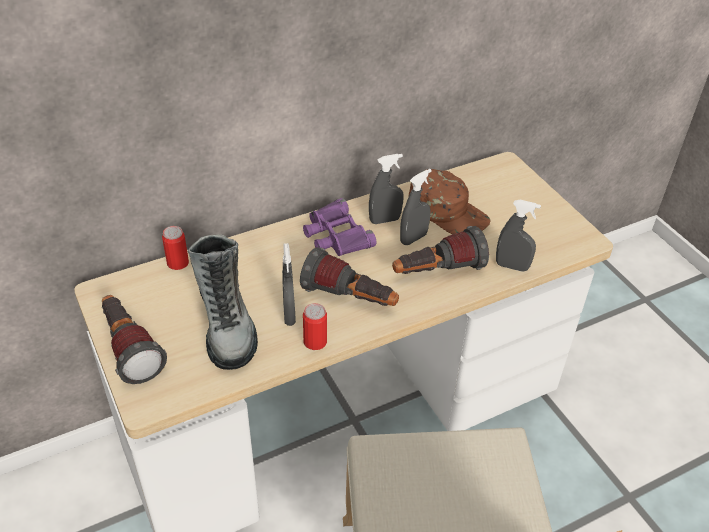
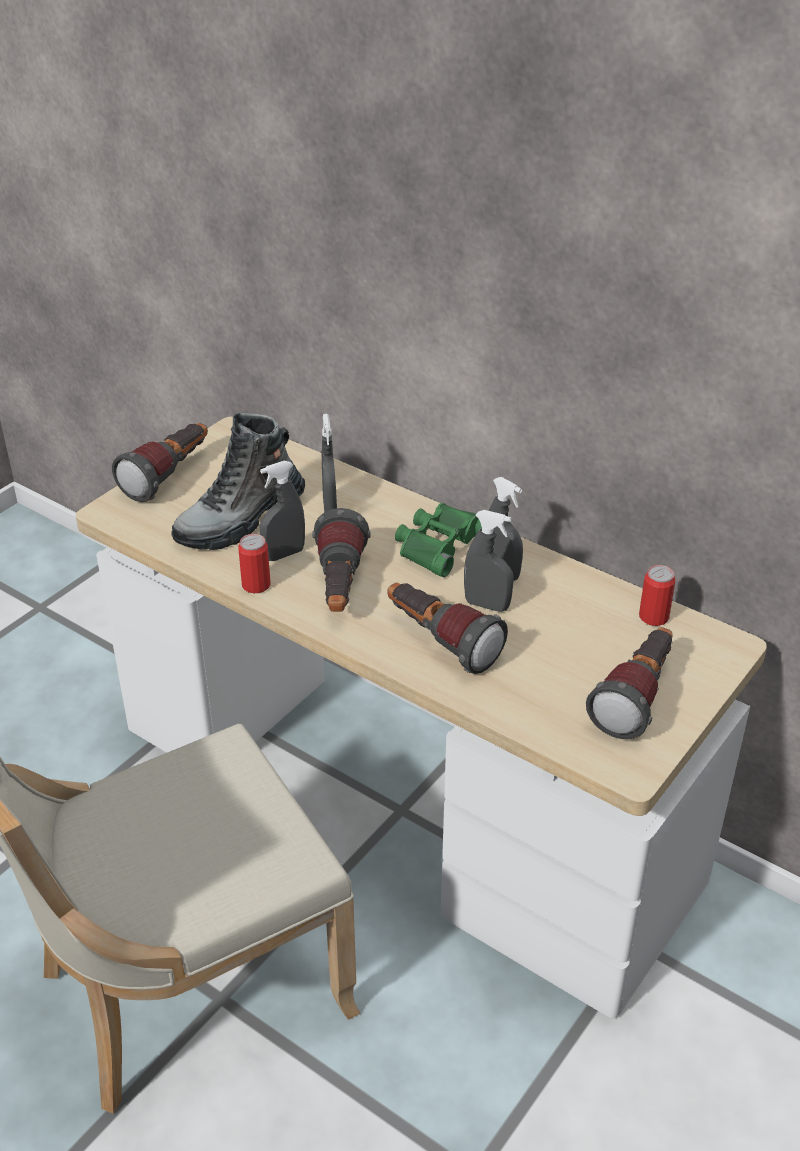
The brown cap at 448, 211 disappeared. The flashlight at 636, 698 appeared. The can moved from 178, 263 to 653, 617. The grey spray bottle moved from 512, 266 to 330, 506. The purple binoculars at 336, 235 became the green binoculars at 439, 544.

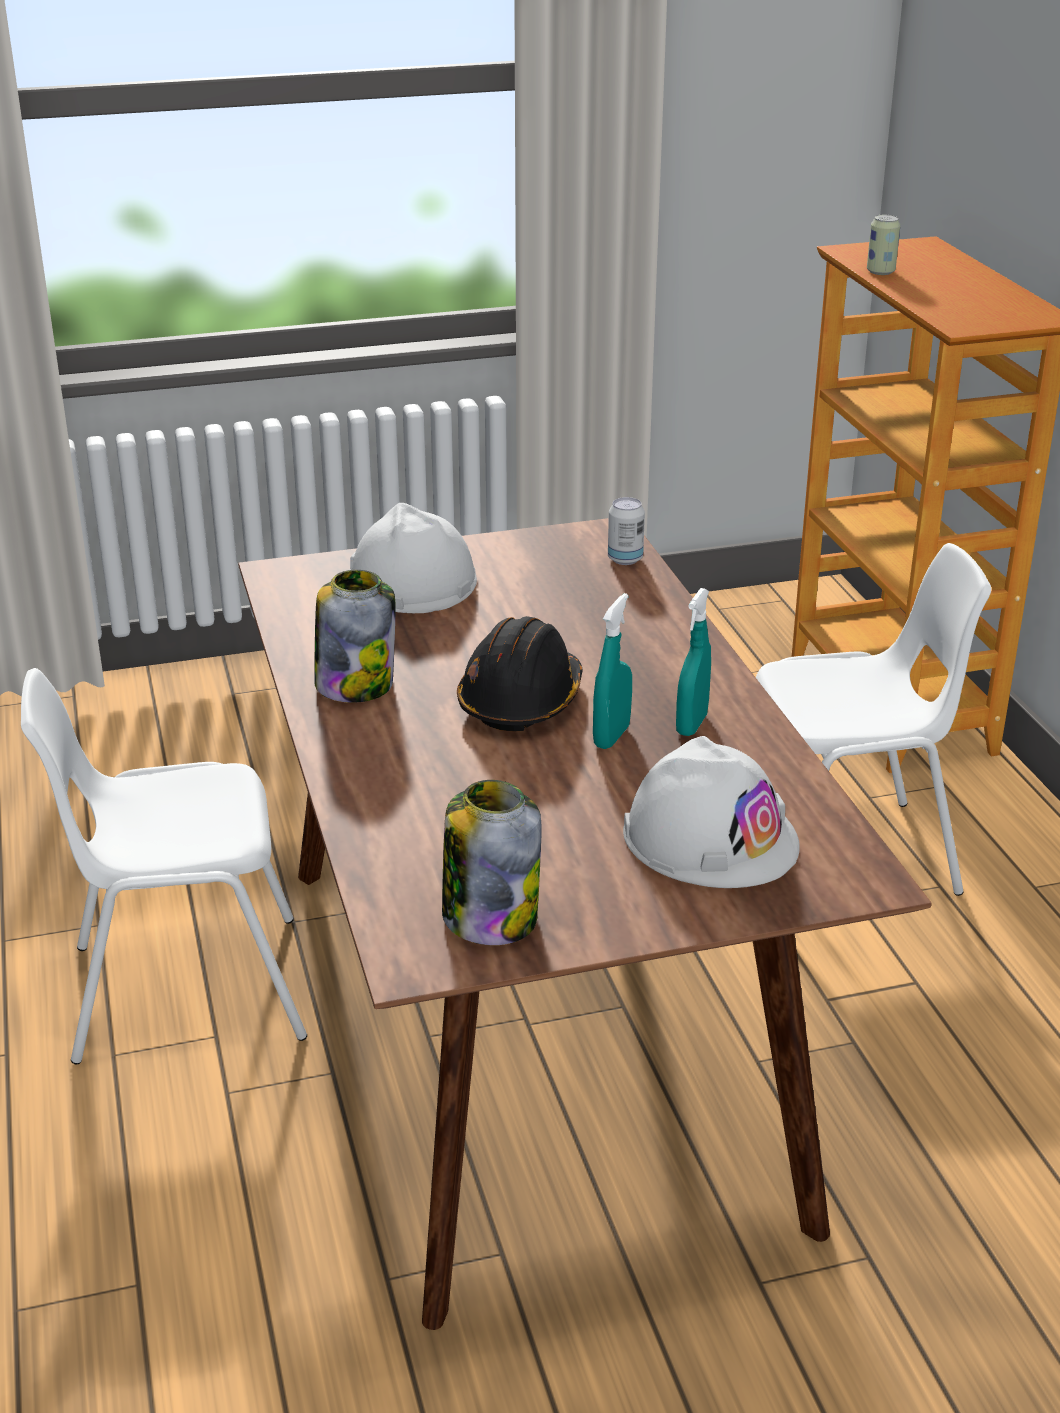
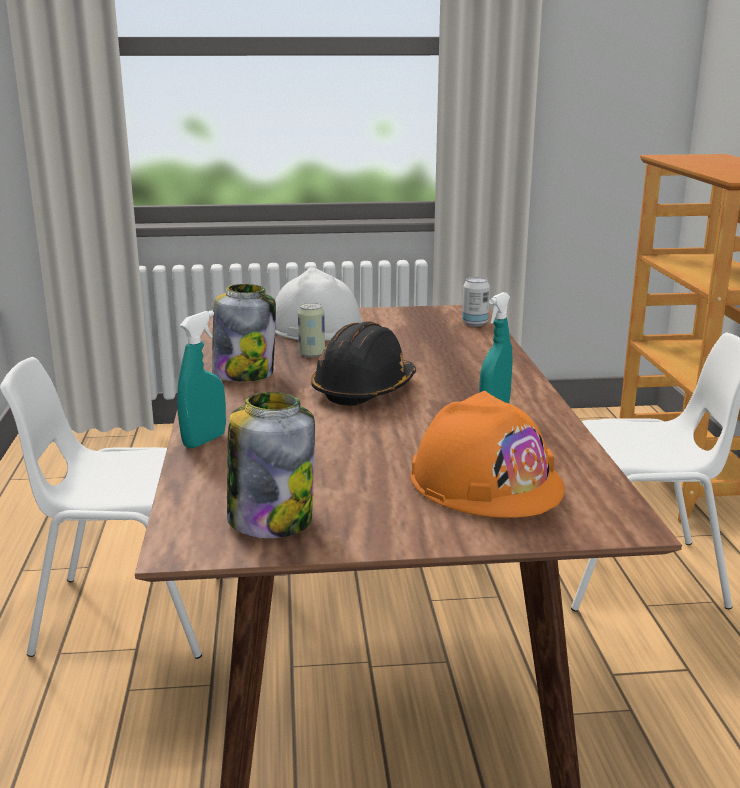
The turquoise spray bottle moved from 611, 736 to 204, 441. The can moved from 880, 272 to 312, 354. The white hard hat at 710, 837 became the orange hard hat at 486, 481.

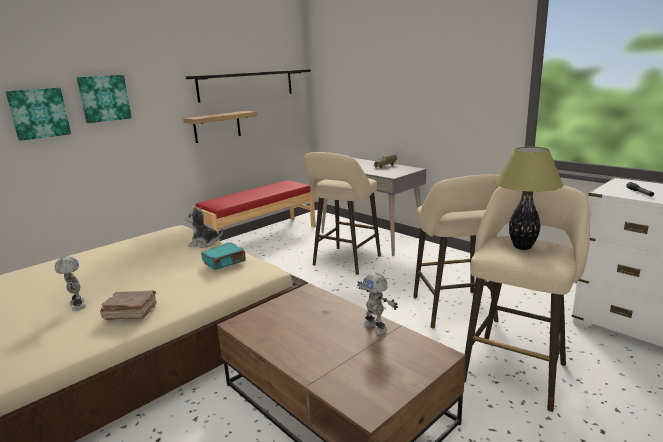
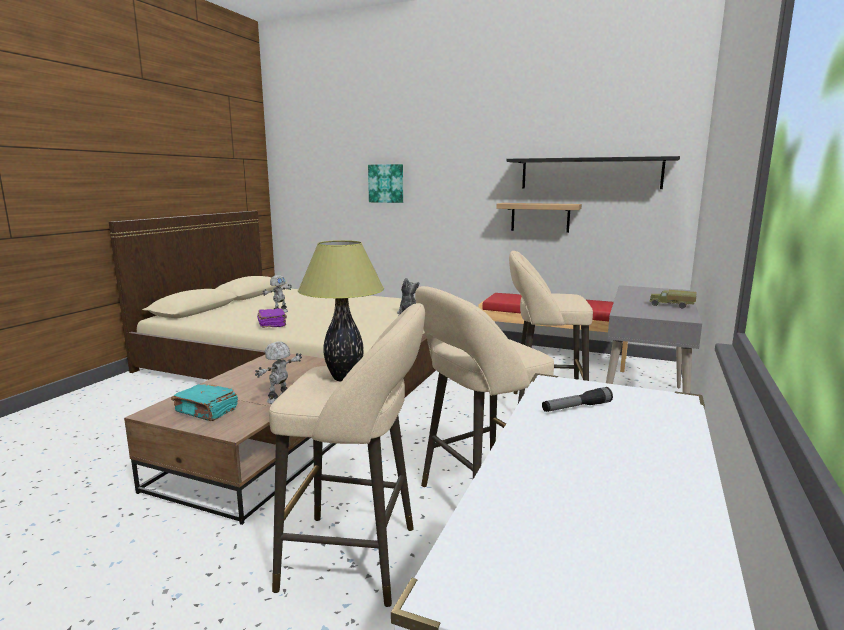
The picture at 104, 98 disappeared. The turquoise book moved from 225, 263 to 207, 411. The brown book at 130, 313 became the purple book at 272, 324.

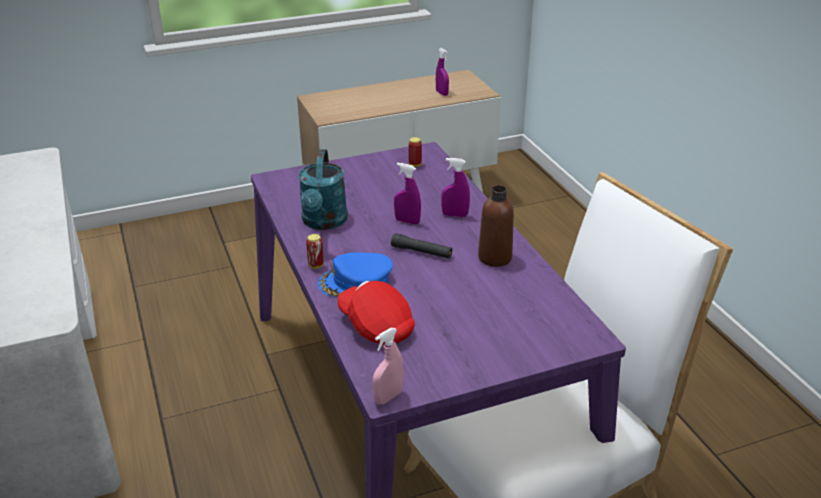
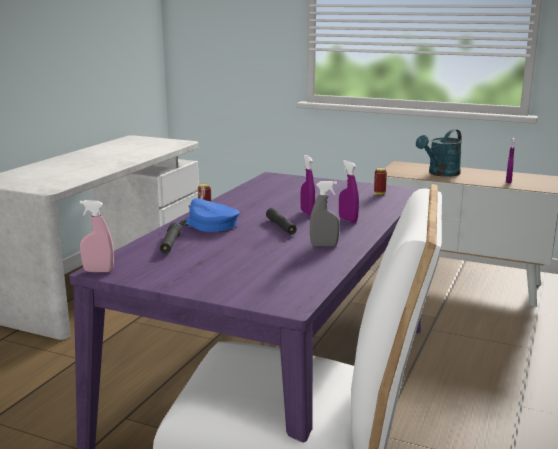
The turquoise watering can moved from 323, 222 to 440, 174. The red cap at 376, 326 was replaced by the black flashlight at 170, 244. The brown bottle at 495, 257 was replaced by the grey spray bottle at 324, 245.

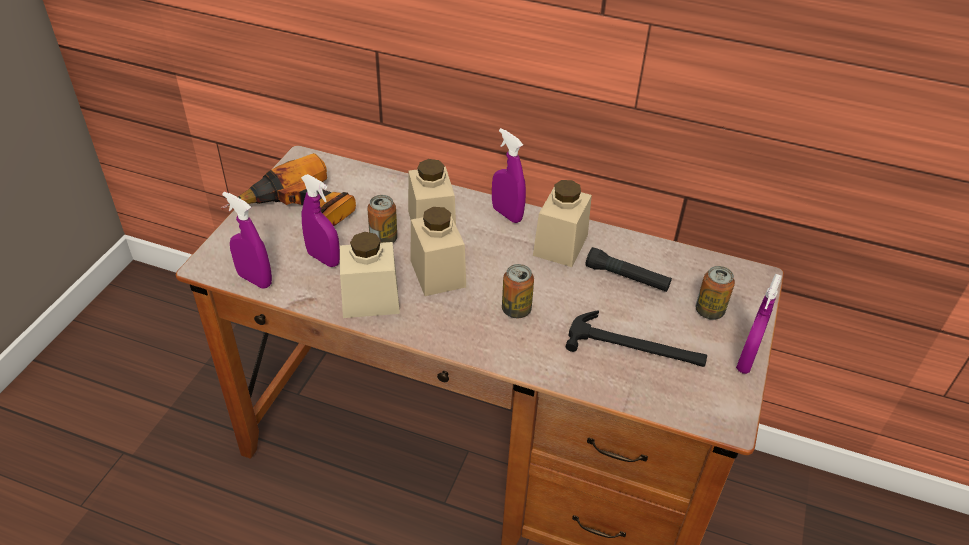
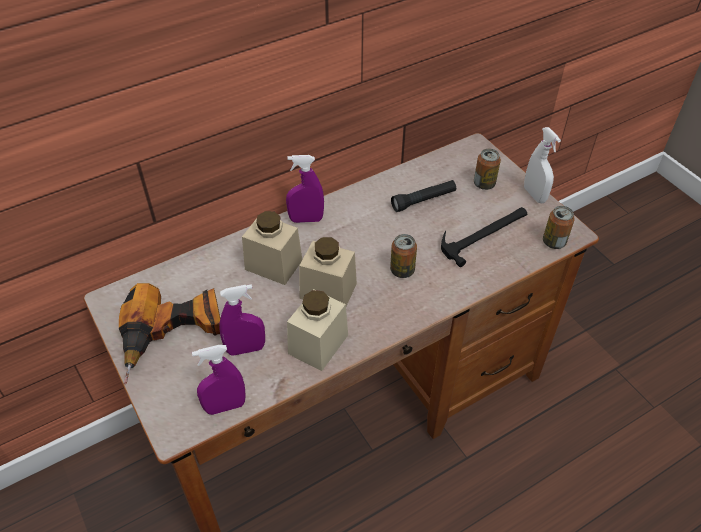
The beige jar at 560, 245 disappeared. The can moved from 383, 239 to 554, 242. The purple spray bottle at 746, 360 became the white spray bottle at 534, 195.

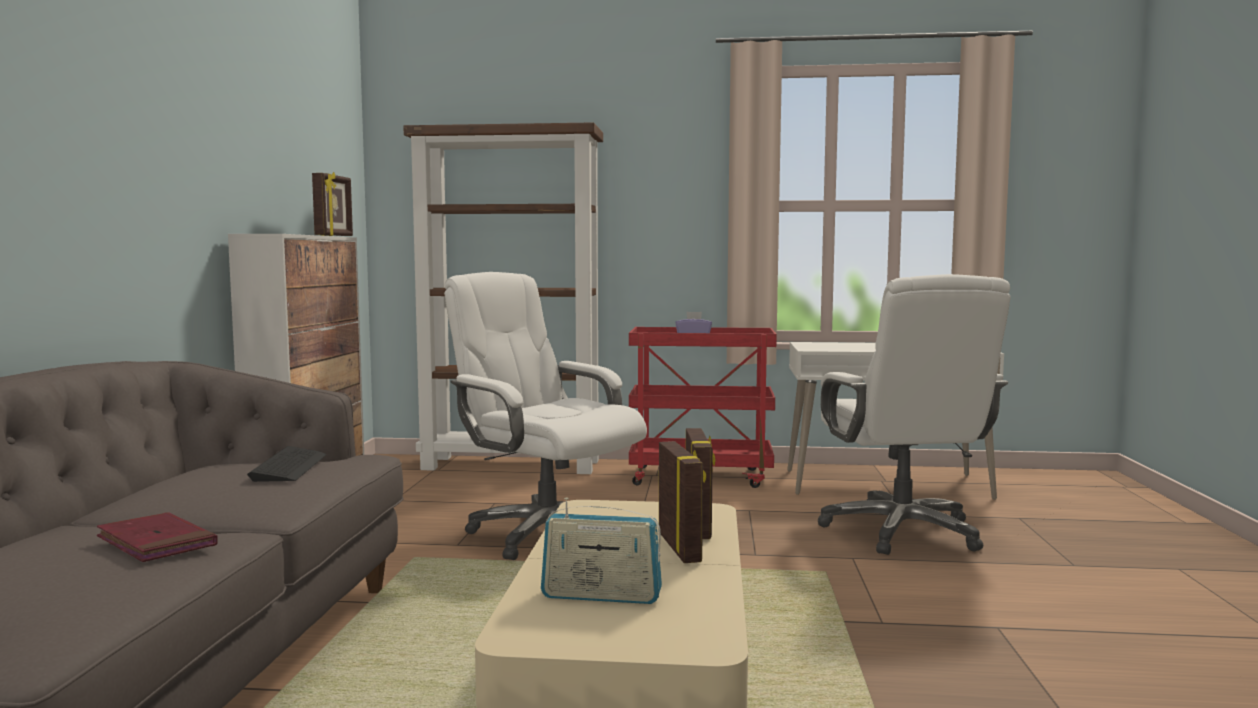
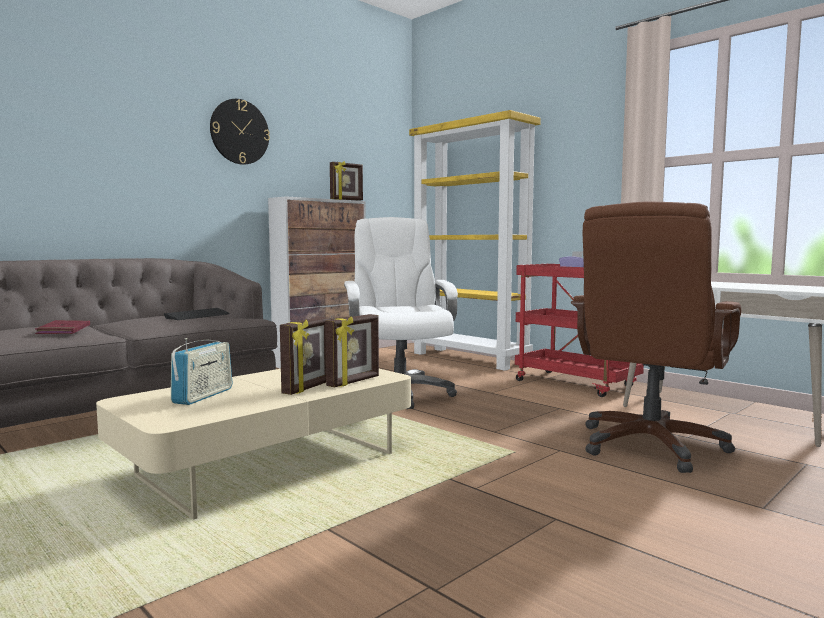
The wall clock at 239, 132 appeared. The brown bookcase at 513, 465 became the yellow bookcase at 470, 358. The white office chair at 902, 531 became the brown office chair at 650, 446. The radio at 601, 596 turned 120 degrees counterclockwise.

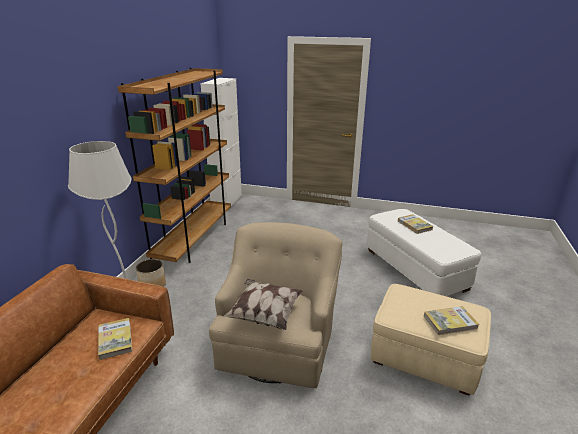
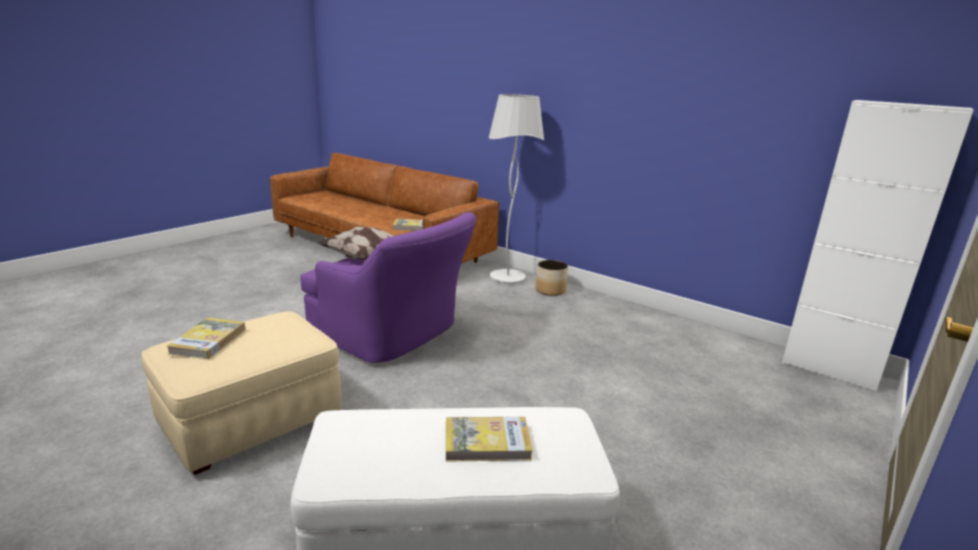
The brown bookcase at 194, 239 disappeared. The beige armchair at 278, 341 became the purple armchair at 394, 335.

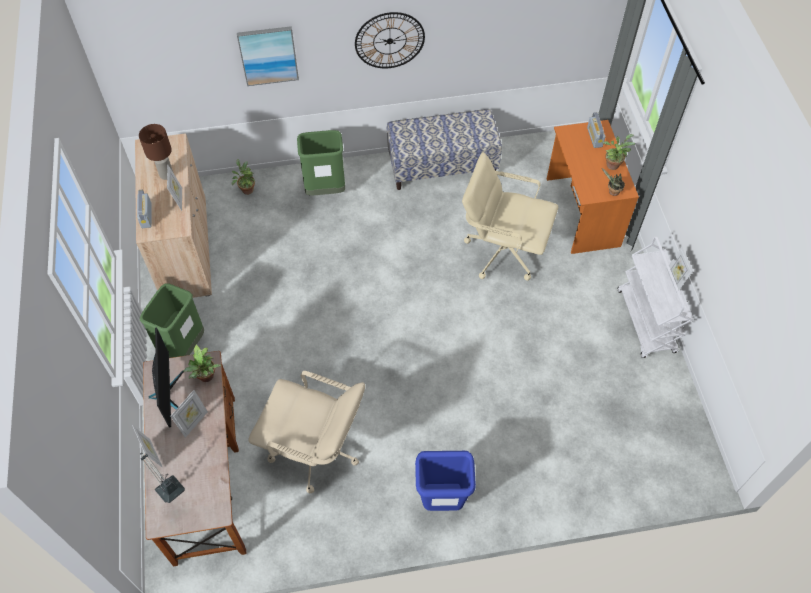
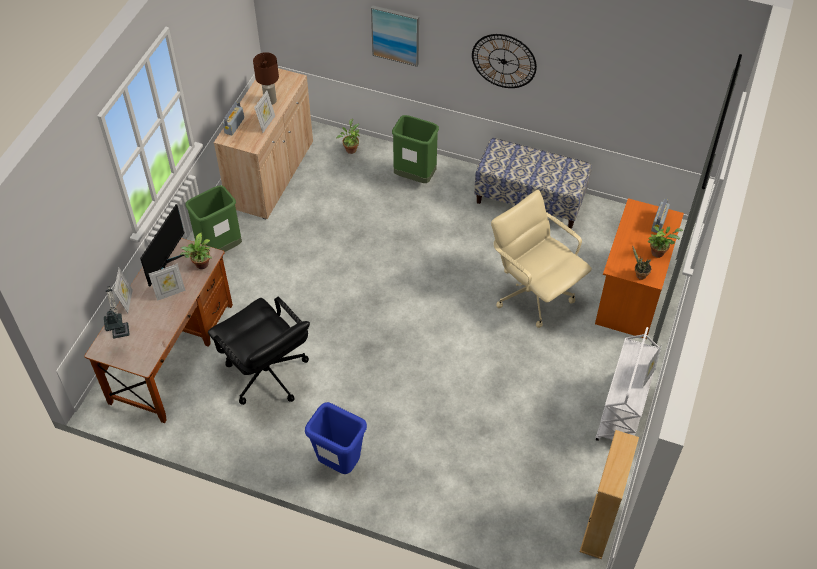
The beige bookcase at 599, 526 appeared. The beige office chair at 315, 450 became the black office chair at 267, 375.

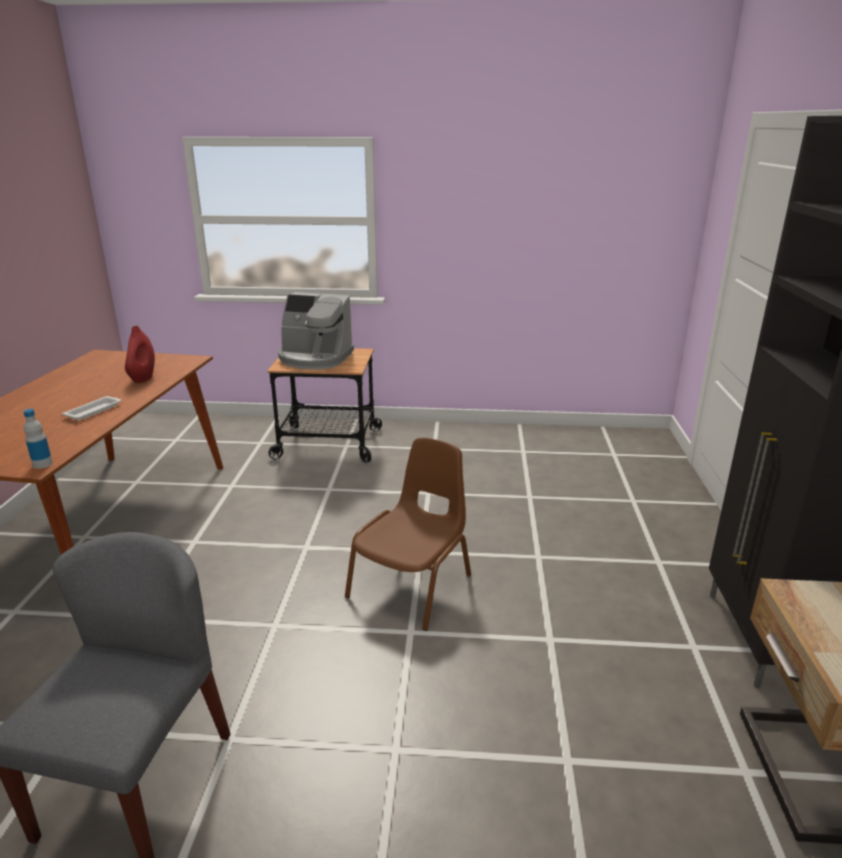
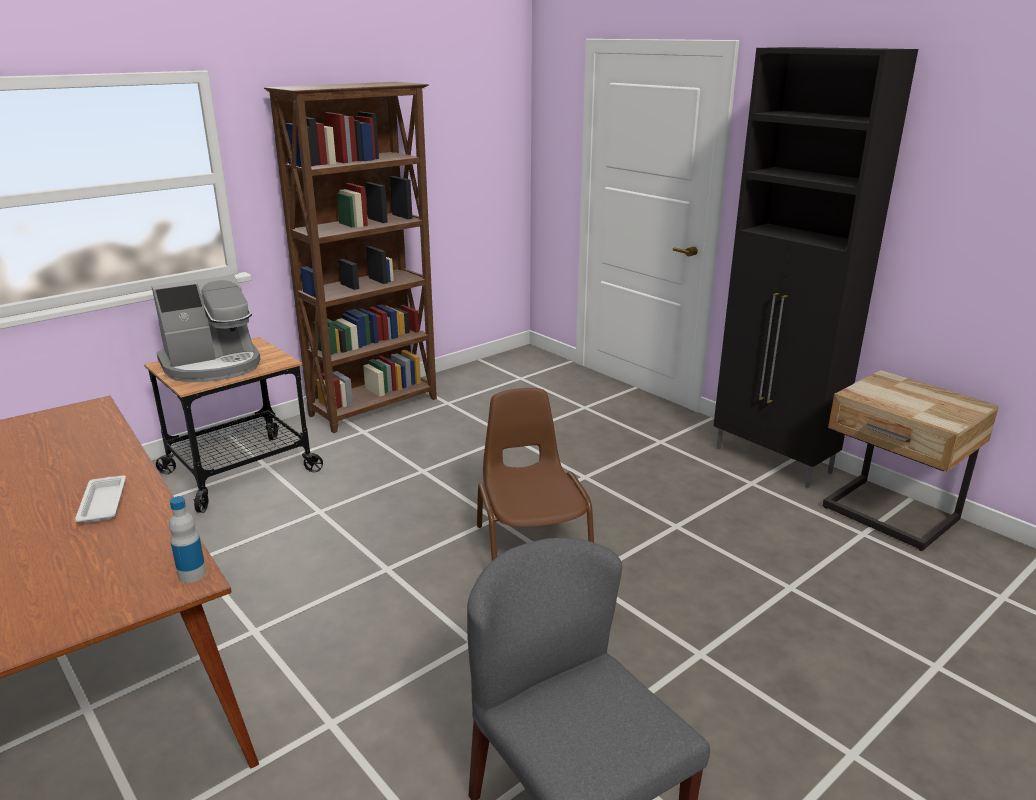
The red vase at 143, 379 disappeared. The brown bookcase at 375, 407 appeared.

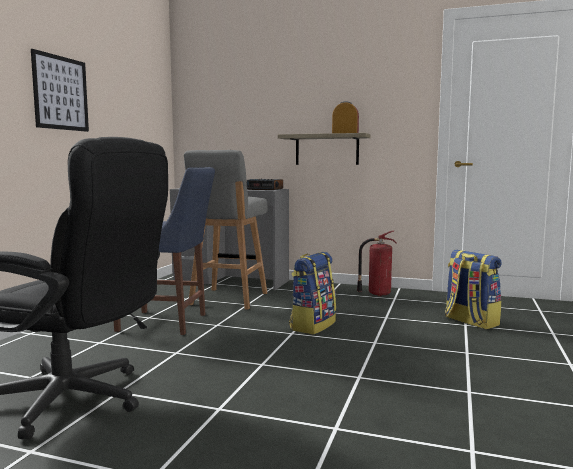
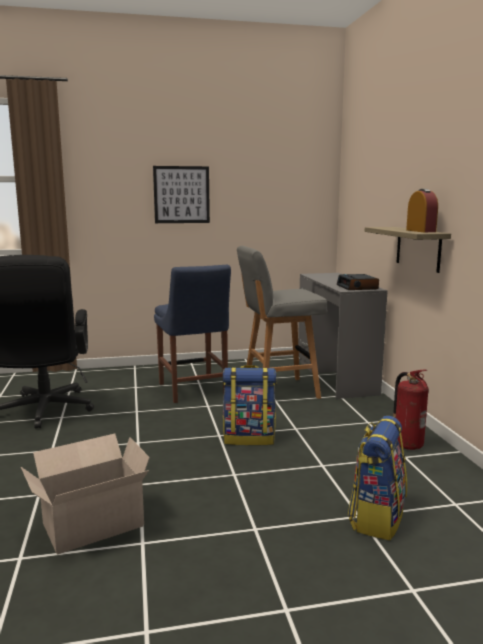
The cardboard box at 90, 525 appeared.

